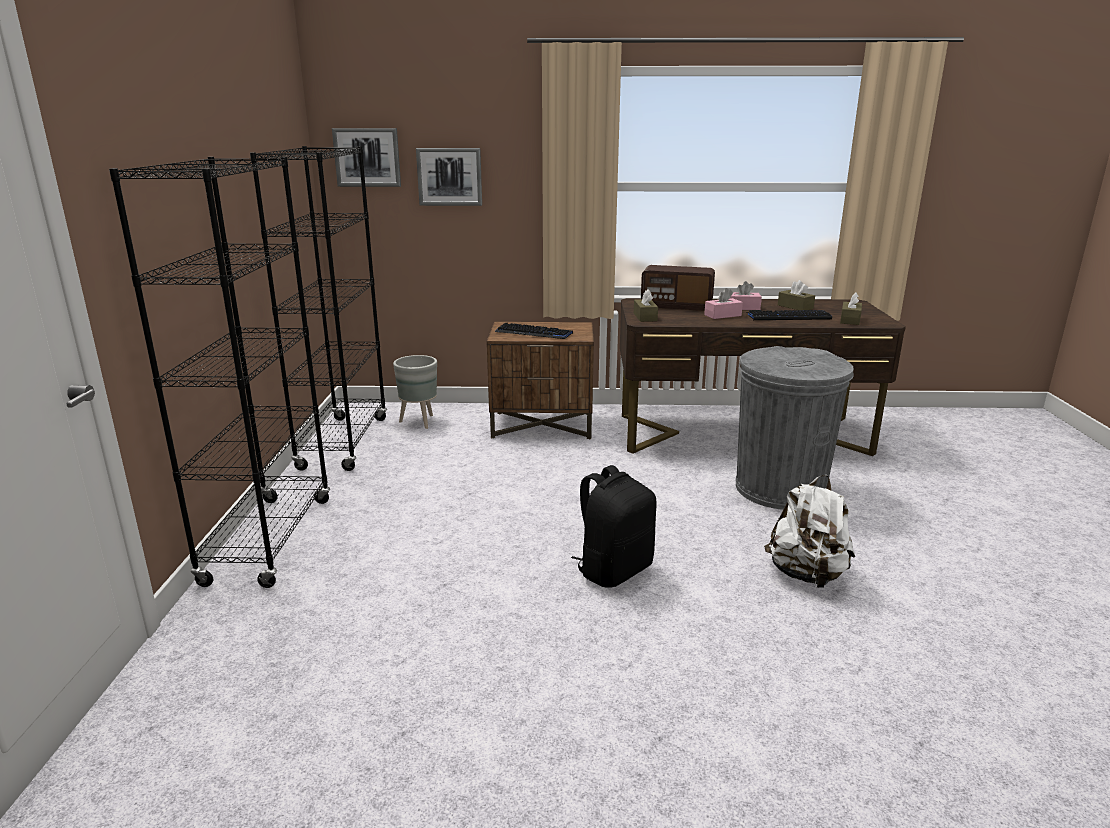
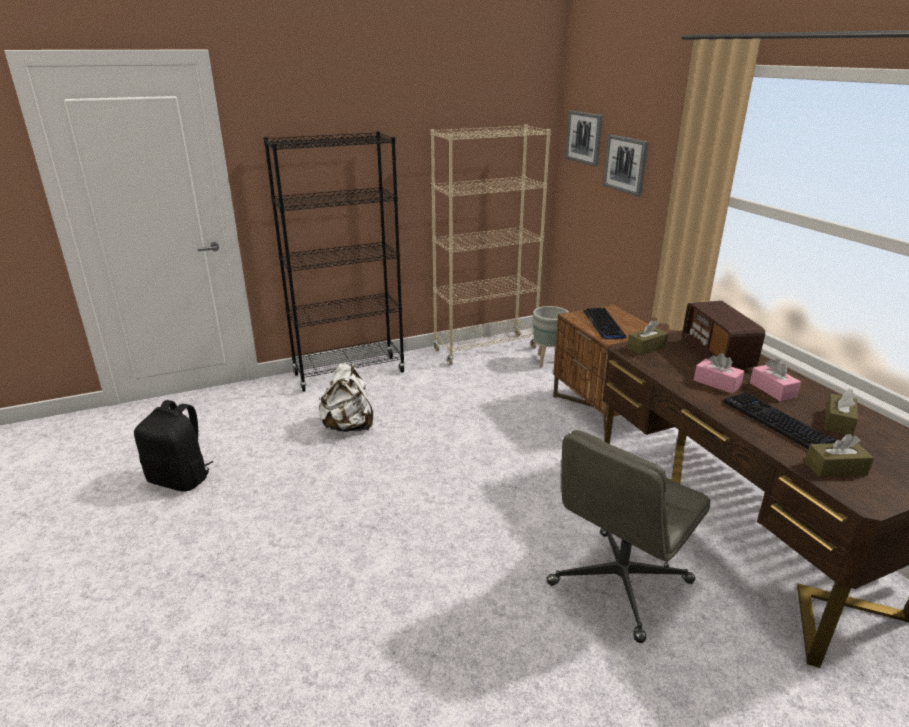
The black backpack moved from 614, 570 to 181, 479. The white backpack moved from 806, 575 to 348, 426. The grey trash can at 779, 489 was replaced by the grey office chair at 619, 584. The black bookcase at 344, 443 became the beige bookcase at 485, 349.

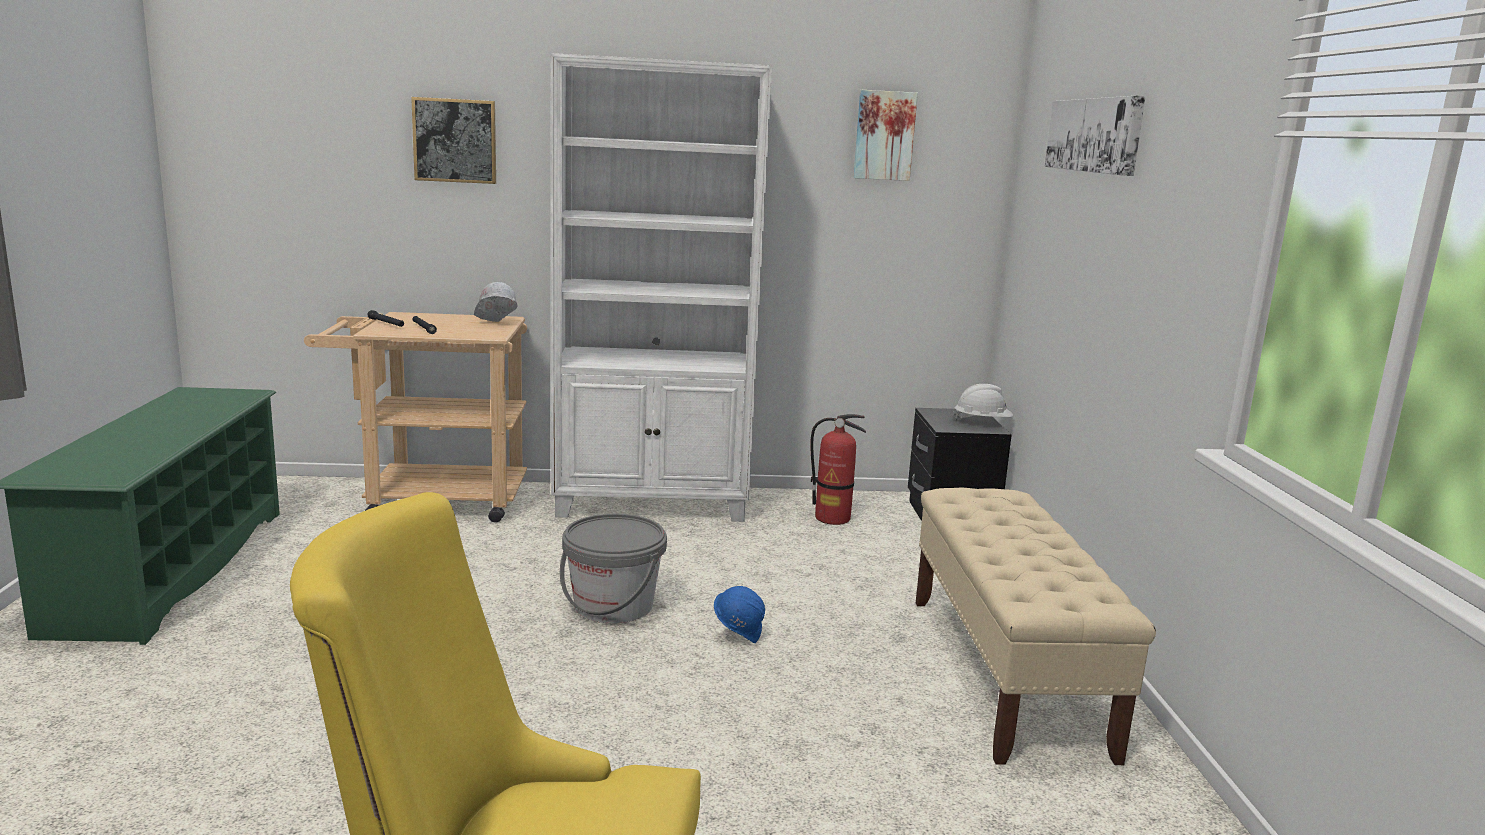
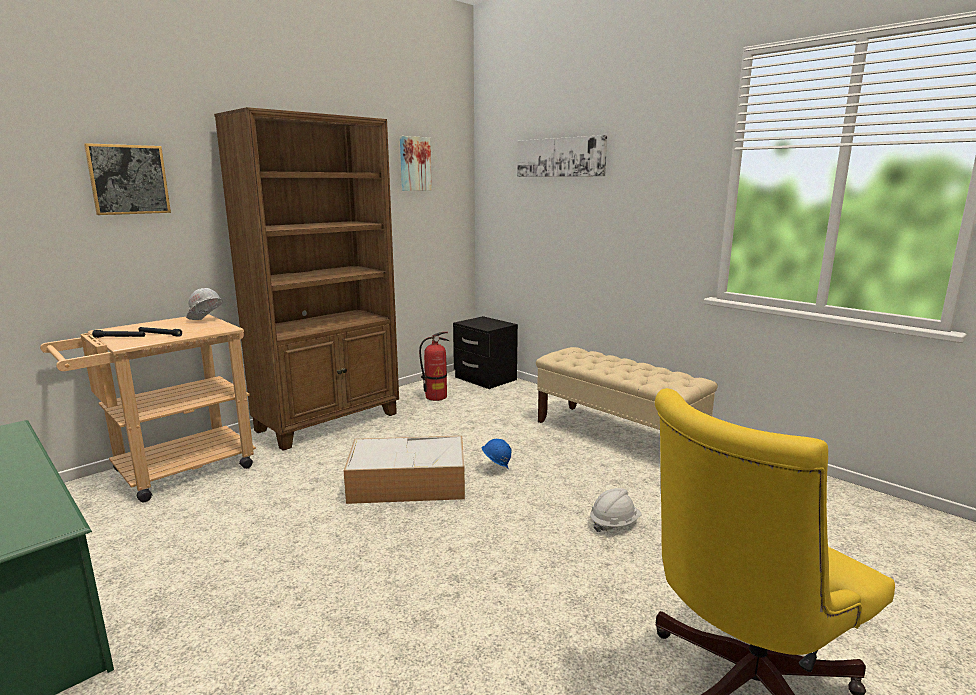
The white hard hat moved from 982, 422 to 614, 523. The grey bucket at 613, 606 was replaced by the storage box at 409, 483. The white bookcase at 653, 504 became the brown bookcase at 329, 422.

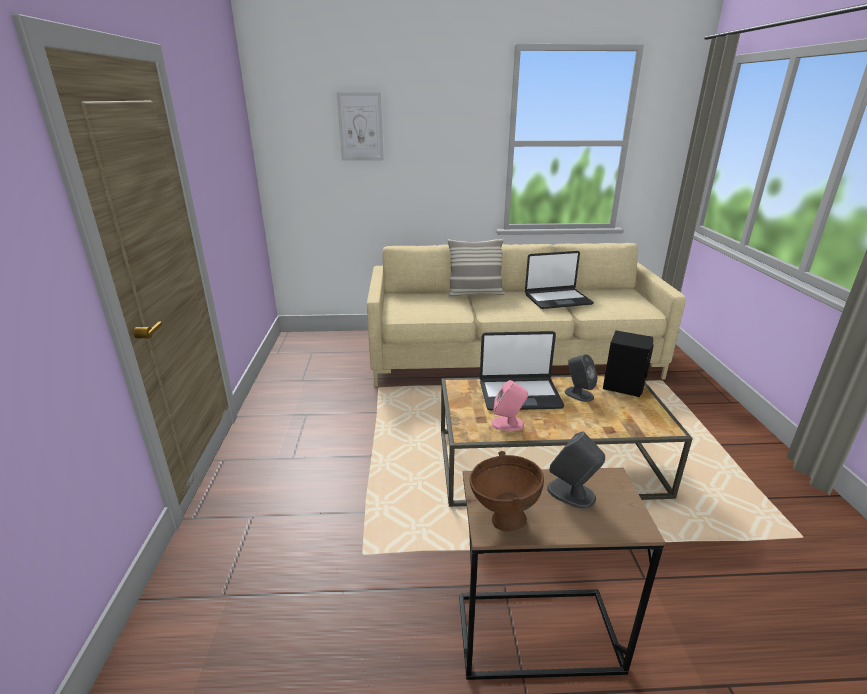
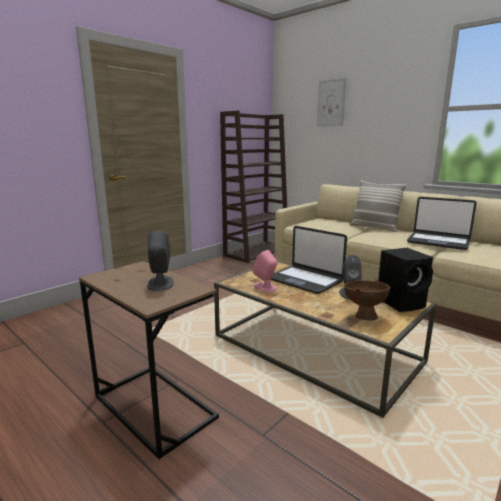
The brown bookcase at 257, 252 appeared. The brown bowl moved from 503, 520 to 363, 317.

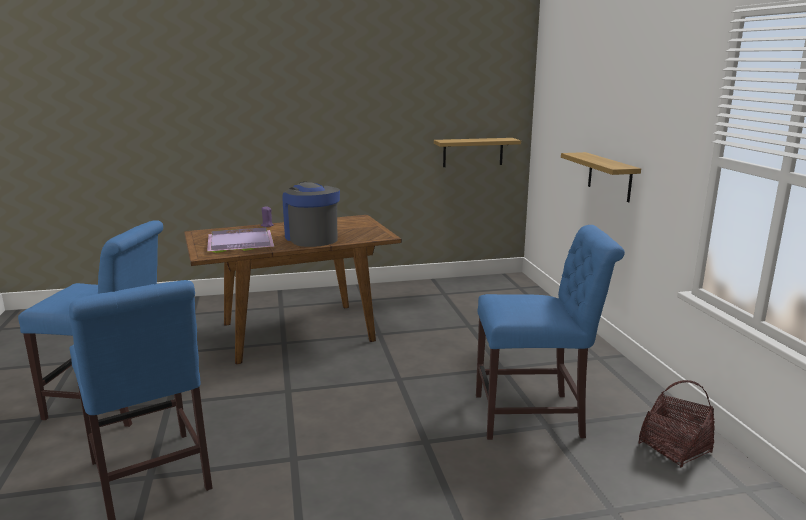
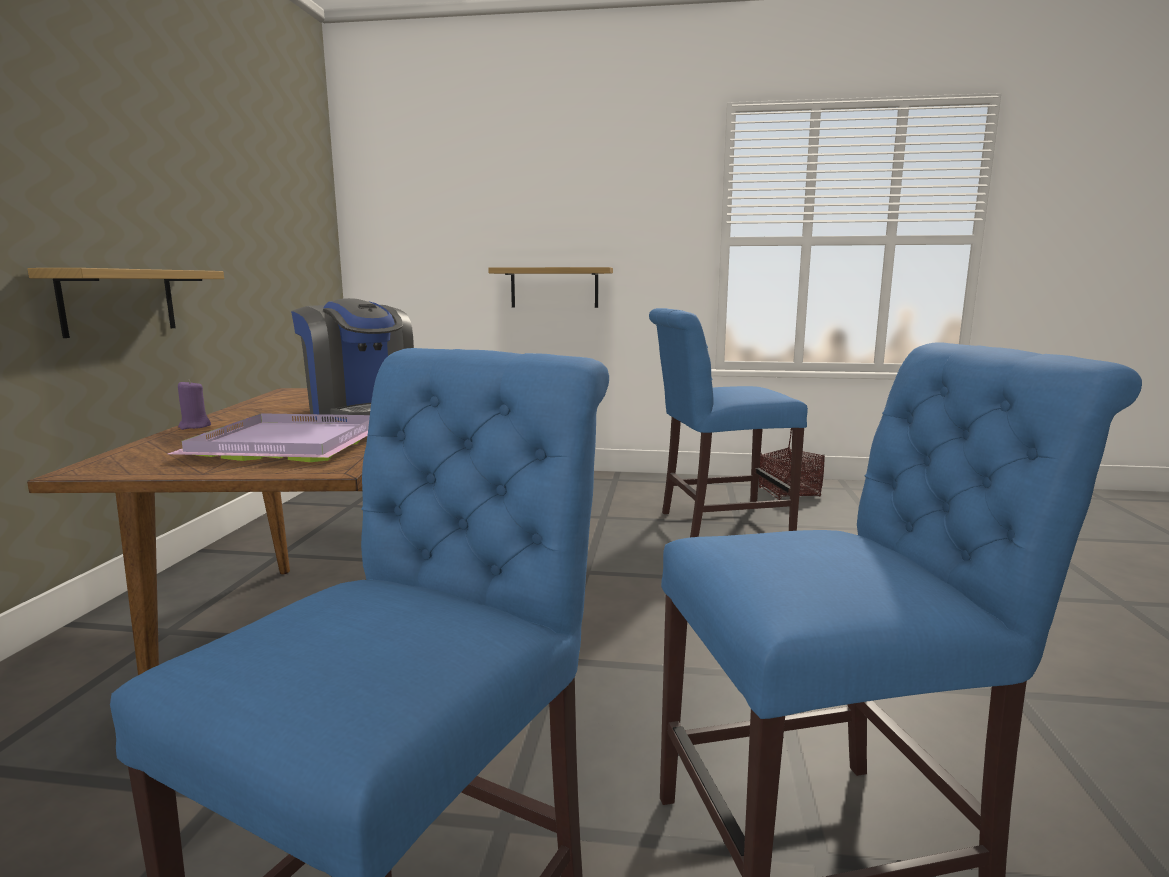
The shelf moved from 473, 152 to 119, 301. The coffee machine at 311, 238 turned 120 degrees counterclockwise. The blue chair at 535, 416 turned 120 degrees counterclockwise.

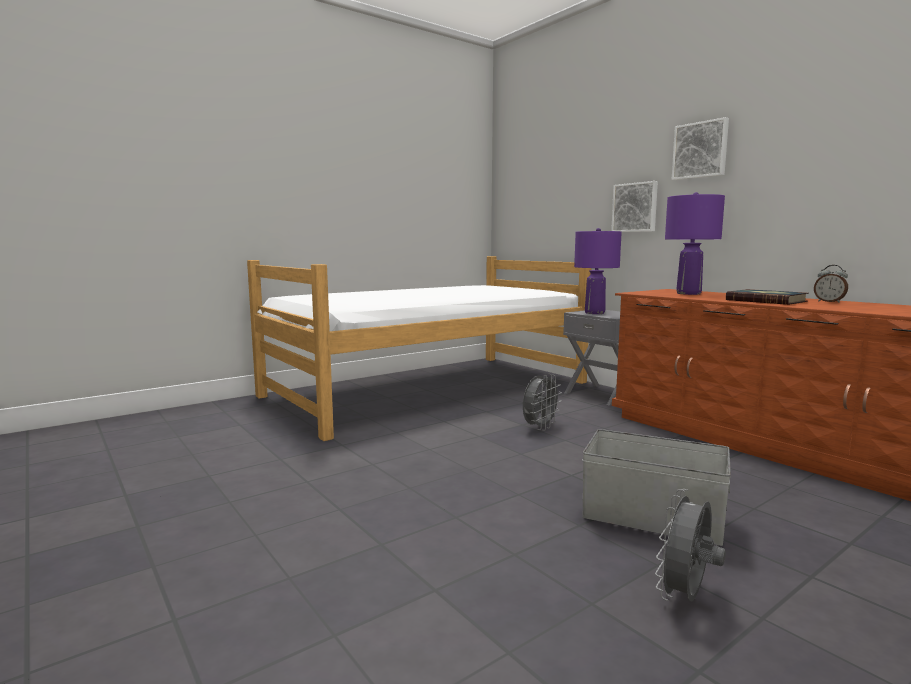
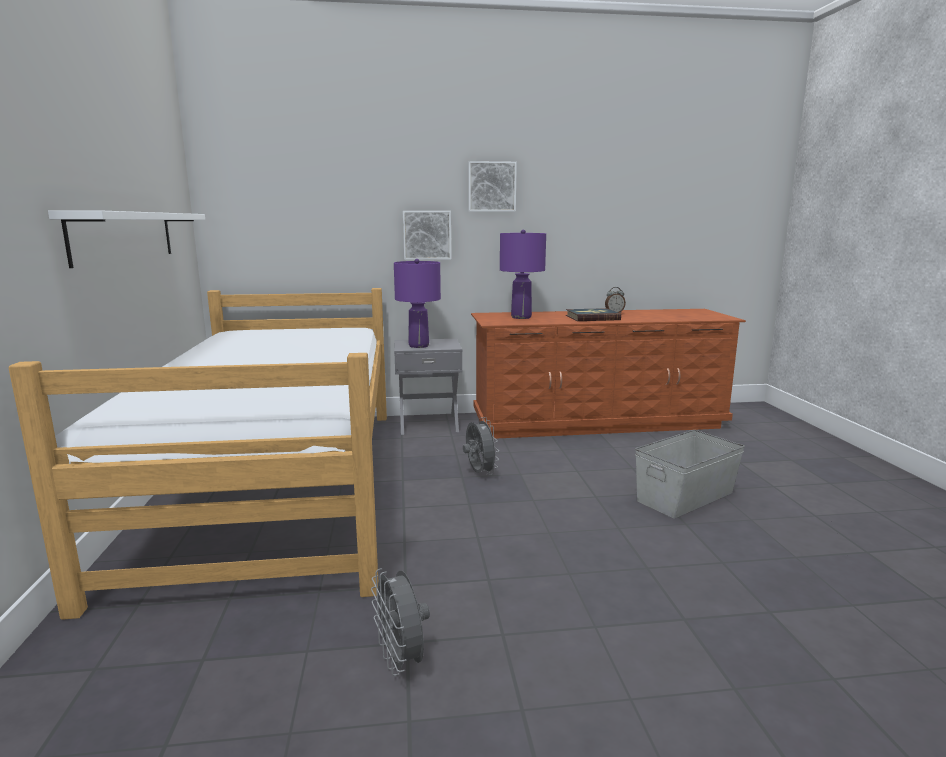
The white shelf at 125, 236 appeared. The grey fan moved from 685, 597 to 401, 660.

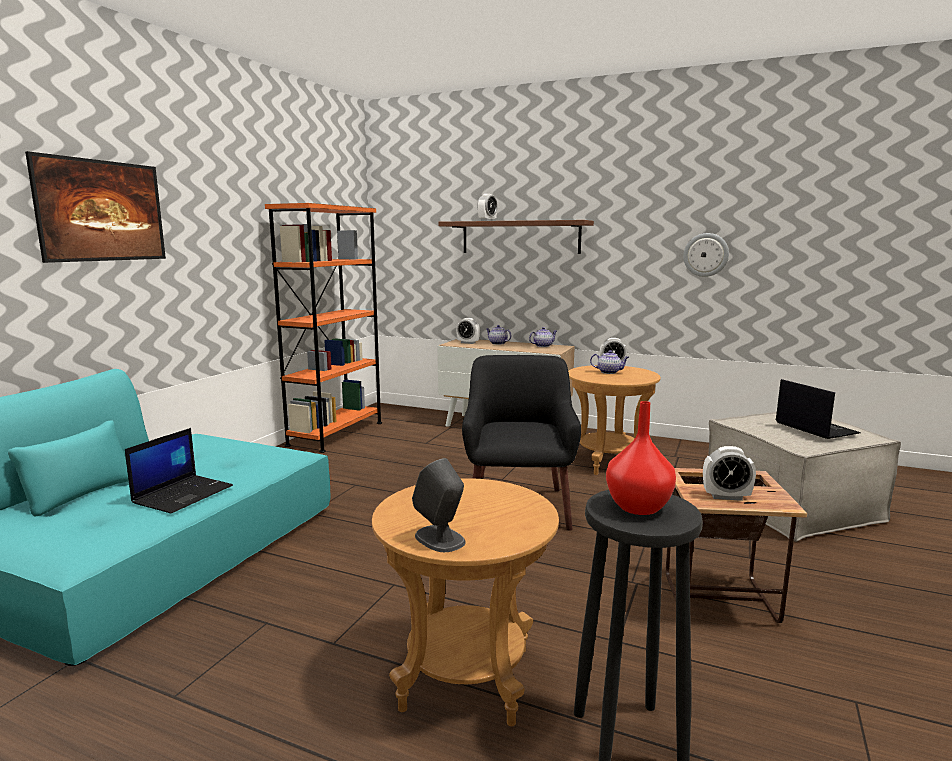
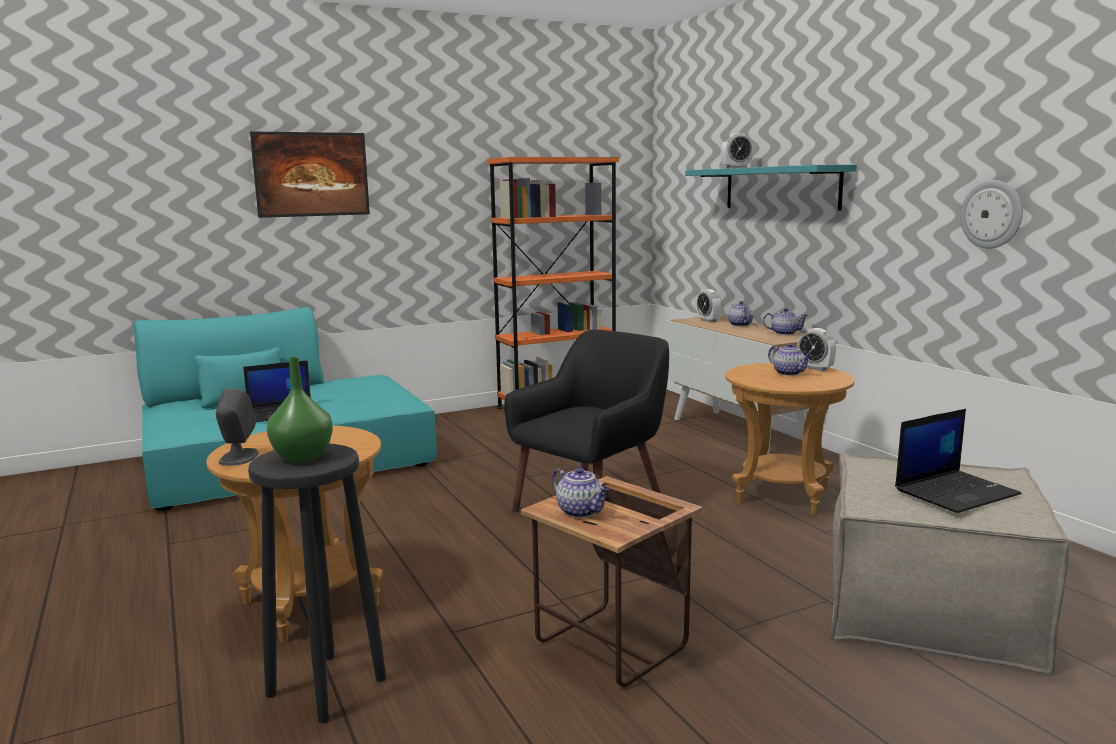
The alarm clock at 726, 496 was replaced by the teapot at 581, 512. The brown shelf at 520, 237 became the turquoise shelf at 780, 188. The red vase at 637, 507 became the green vase at 302, 456. The laptop at 814, 428 turned 45 degrees clockwise.

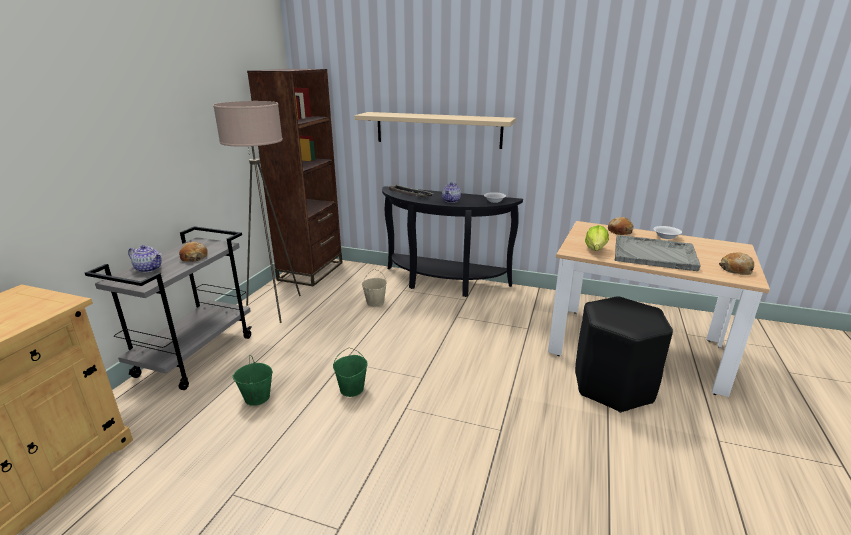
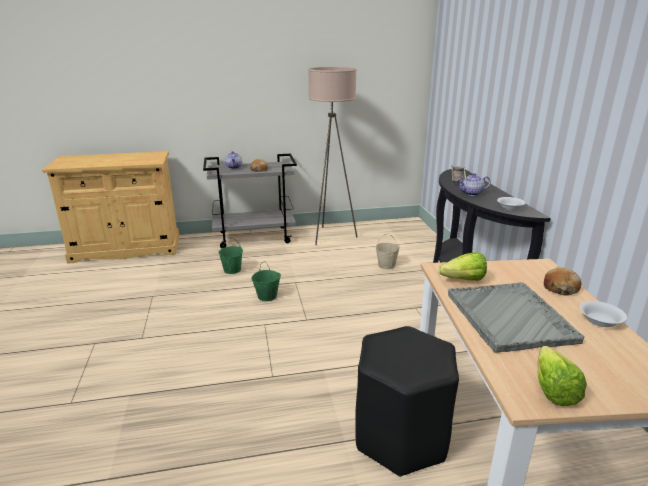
The brown bookcase at 311, 271 disappeared. The beige shelf at 438, 130 disappeared. The bread at 736, 269 was replaced by the lettuce at 552, 386.

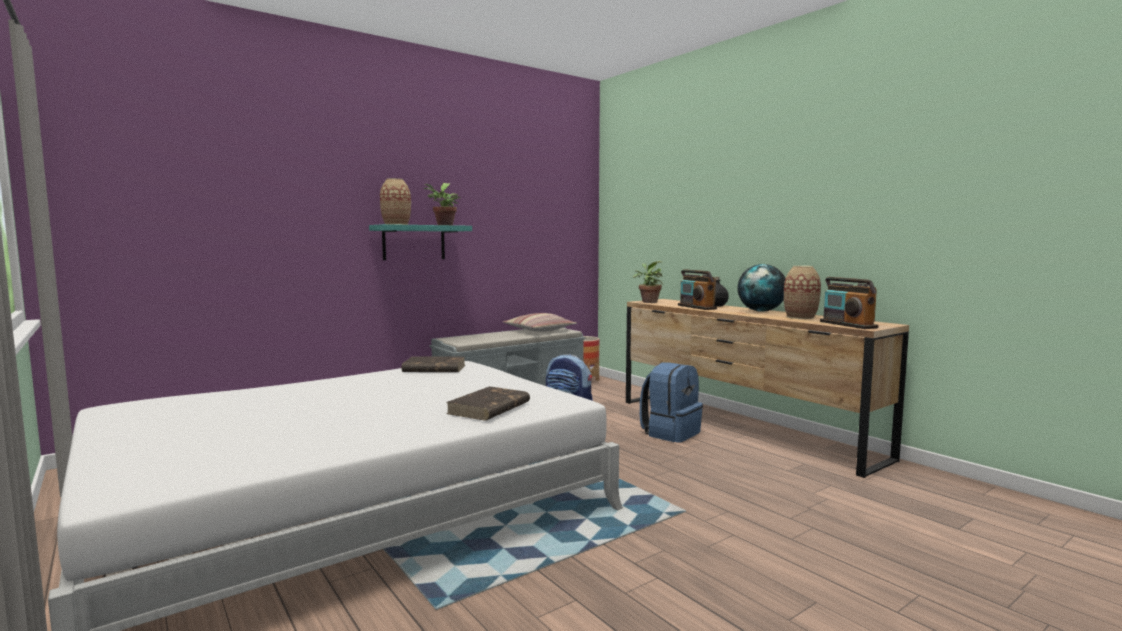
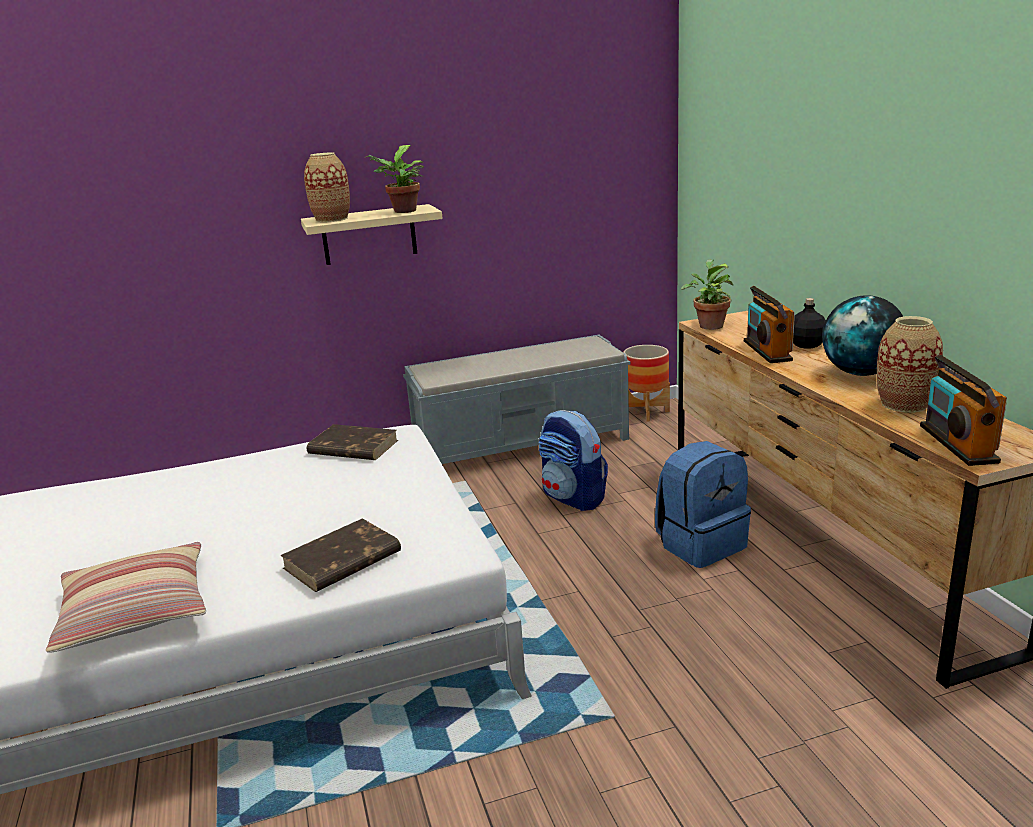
The pillow moved from 539, 330 to 135, 611. The turquoise shelf at 414, 242 became the beige shelf at 369, 235.

